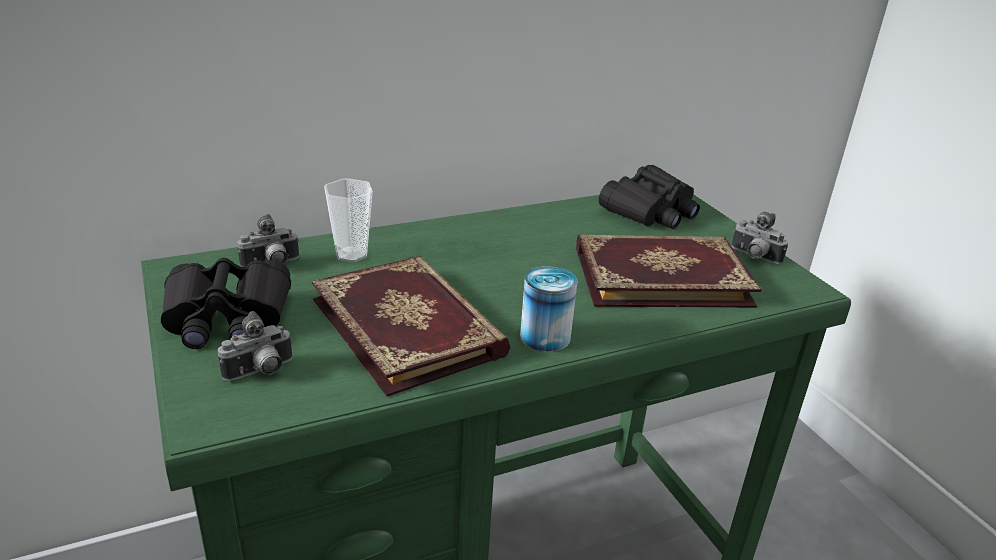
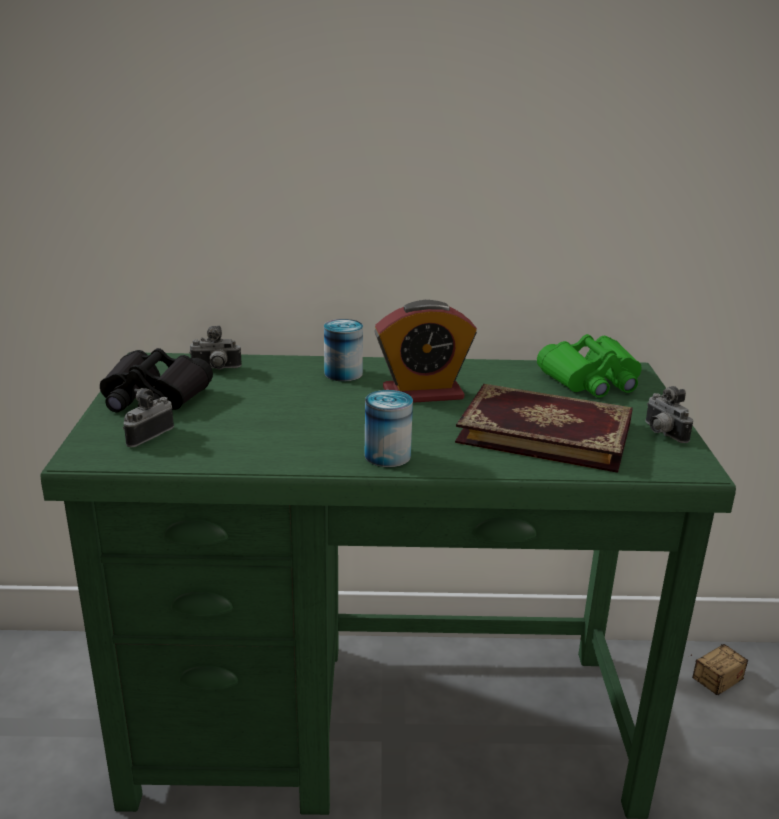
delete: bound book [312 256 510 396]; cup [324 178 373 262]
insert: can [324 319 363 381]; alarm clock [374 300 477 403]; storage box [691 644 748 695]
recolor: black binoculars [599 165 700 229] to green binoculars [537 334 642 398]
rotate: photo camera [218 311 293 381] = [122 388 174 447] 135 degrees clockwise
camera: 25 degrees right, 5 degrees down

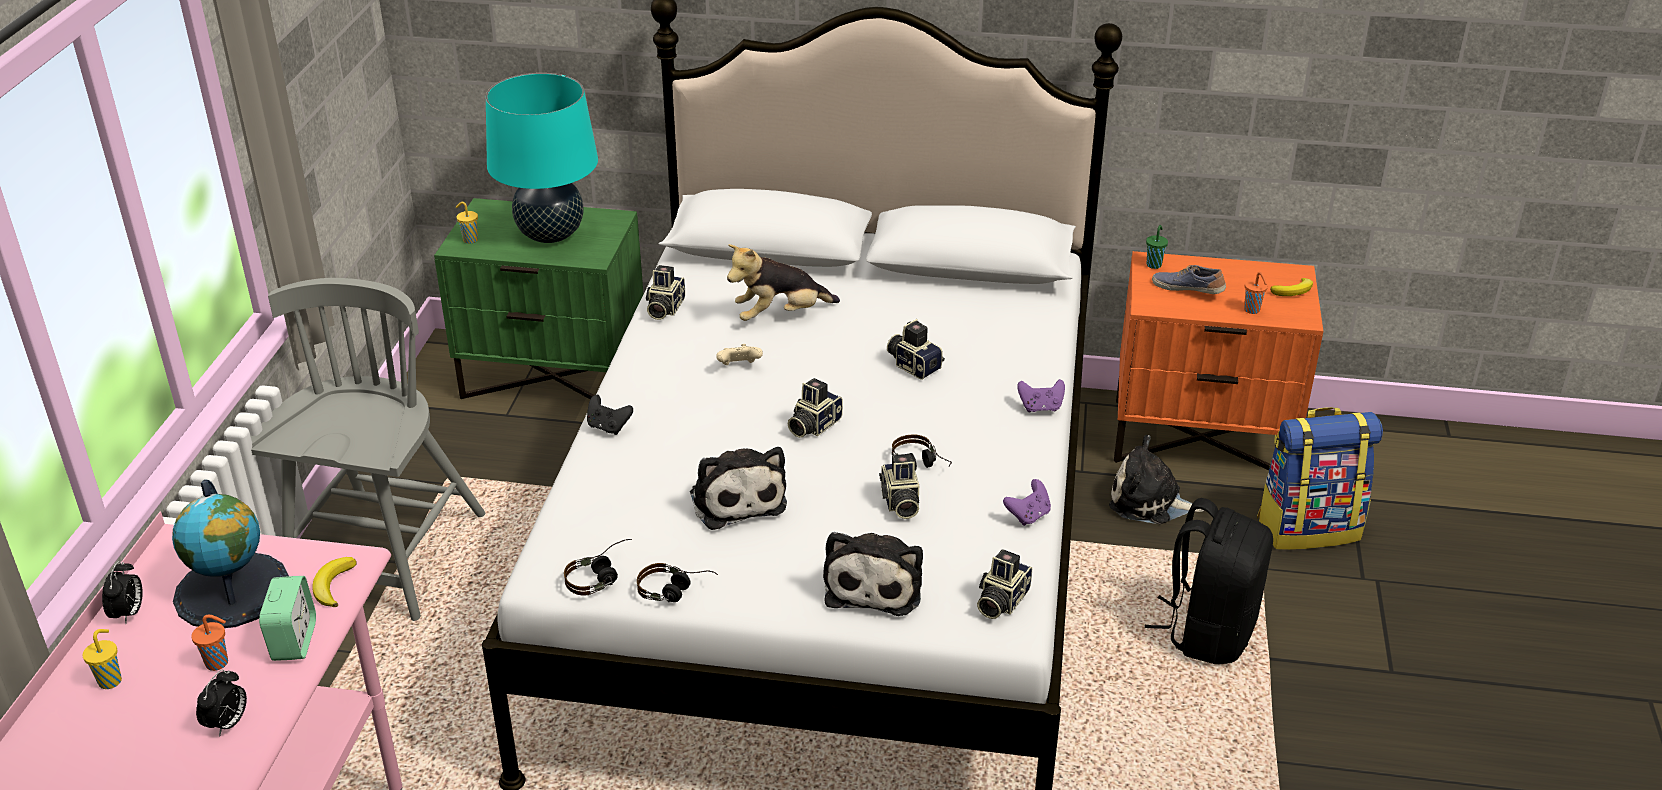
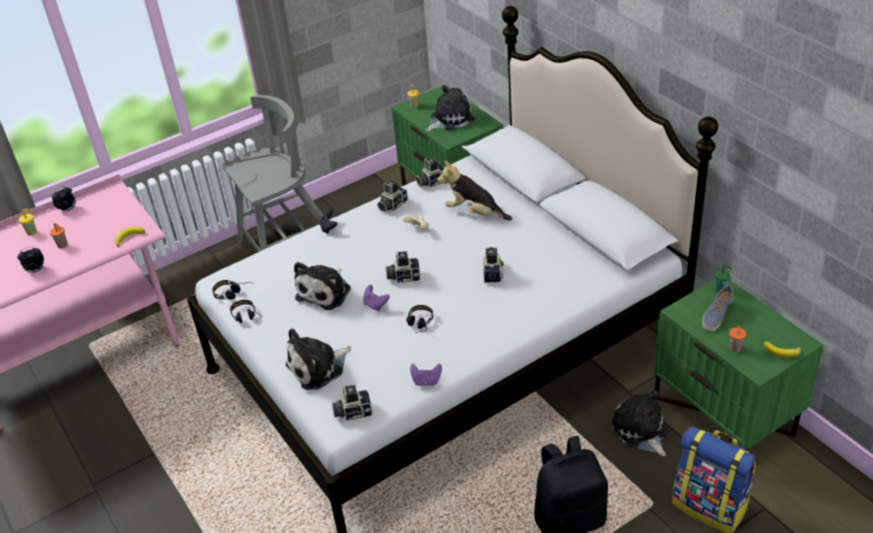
delete: desk globe [172 479 289 628]; alarm clock [259 576 316 661]
move: photo camera [879 454 919 519] to [377 180 408 212]; purplish game controller [1017 379 1065 412] to [363 285 390 311]
replace: blue-green tabletop lamp [486 73 598 243] to plush toy [426 85 474 131]
recolor: orangey bedside table [1114 251 1323 470] to green bedside table [654 279 823 452]
rotate: low shoe [1152 265 1226 294] = [702 285 734 332] 135 degrees counterclockwise
camera: 50 degrees right, 5 degrees up

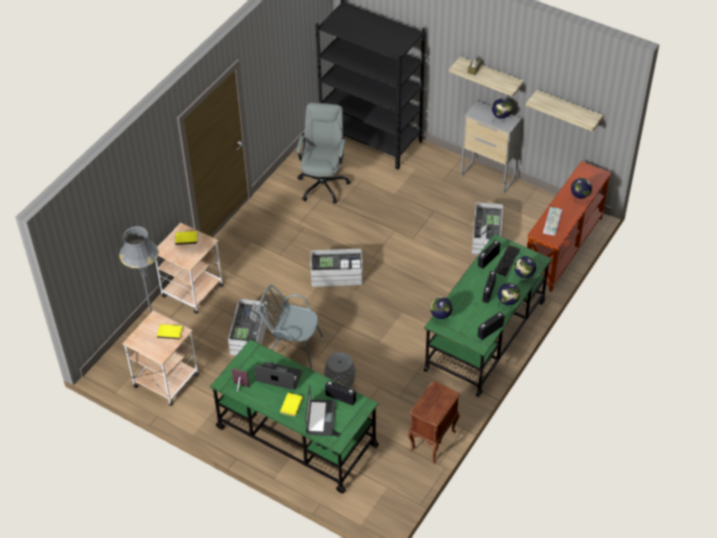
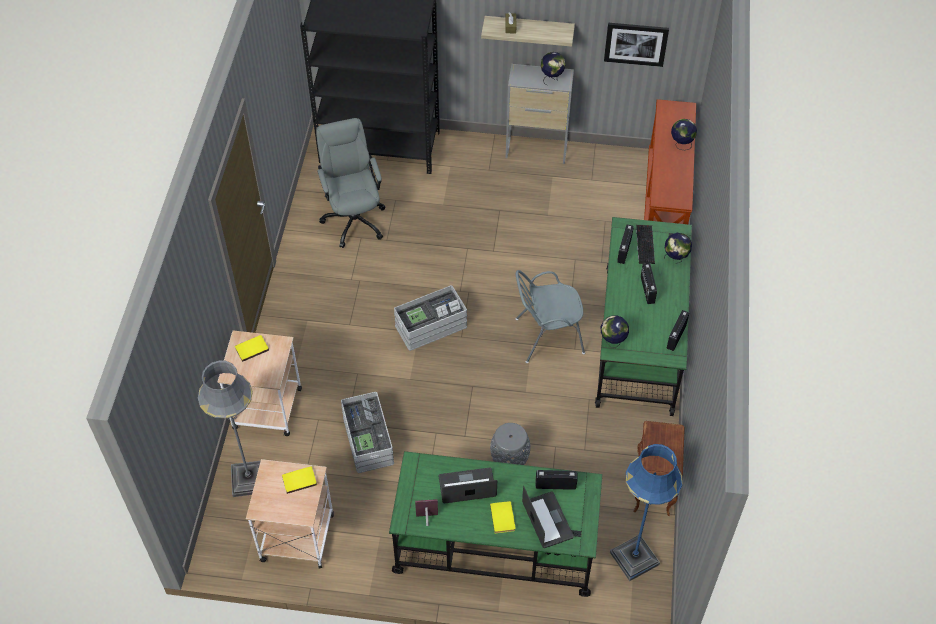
delete: grey storage box [472 202 503 255]; desk globe [498 283 520 309]; keyboard [543 207 563 236]
insert: blue-coloured floor lamp [610 444 682 581]
move: grey upright chair [258 285 324 370] to [515 270 585 363]
replace: shelf [526 90 604 132] to wall picture [604 23 669 67]
camera: 25 degrees left, 5 degrees up

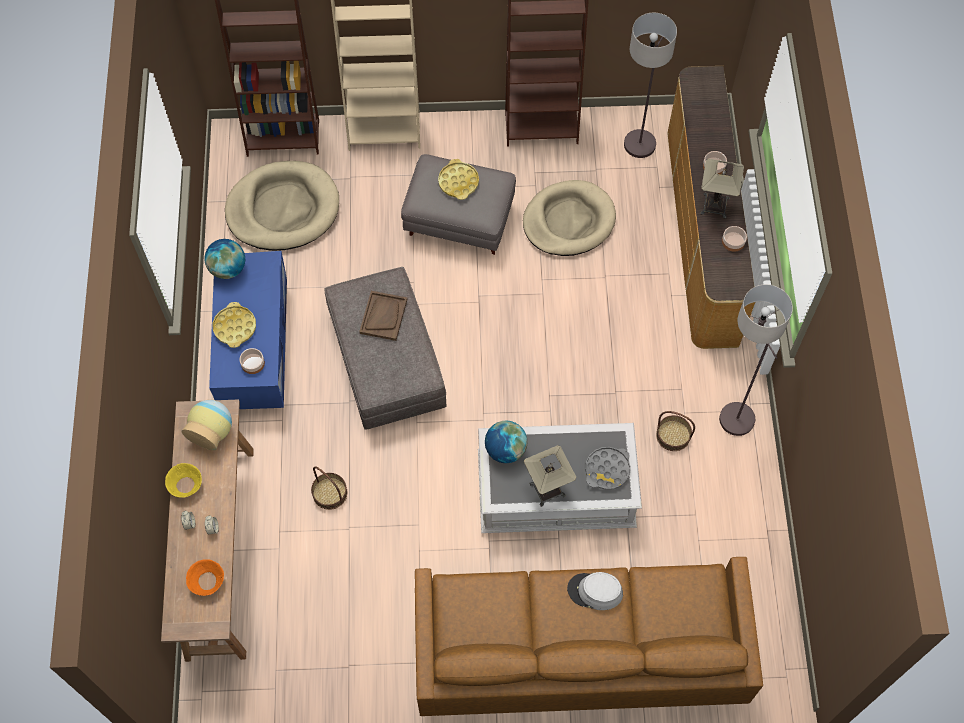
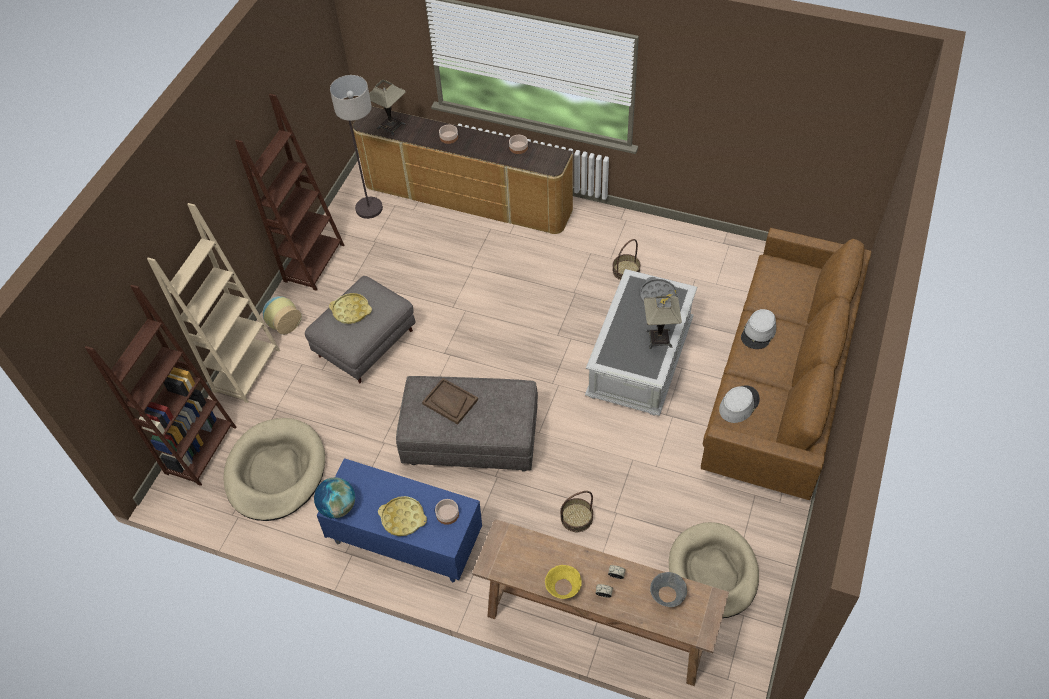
delete: desk globe [485 421 527 463]; grey floor lamp [719 284 793 436]
insert: grey wearable hat [719 386 760 423]
move: vase [181 400 232 451] to [263 296 302 335]; beige-coloured dog cushion [523 180 616 256] to [669 522 759 618]; tabletop lamp [700 159 744 219] to [369 80 406 136]
recolor: orangey serving bowl [186 559 224 596] to grey serving bowl [650 572 687 607]
camera: 65 degrees left, 10 degrees down

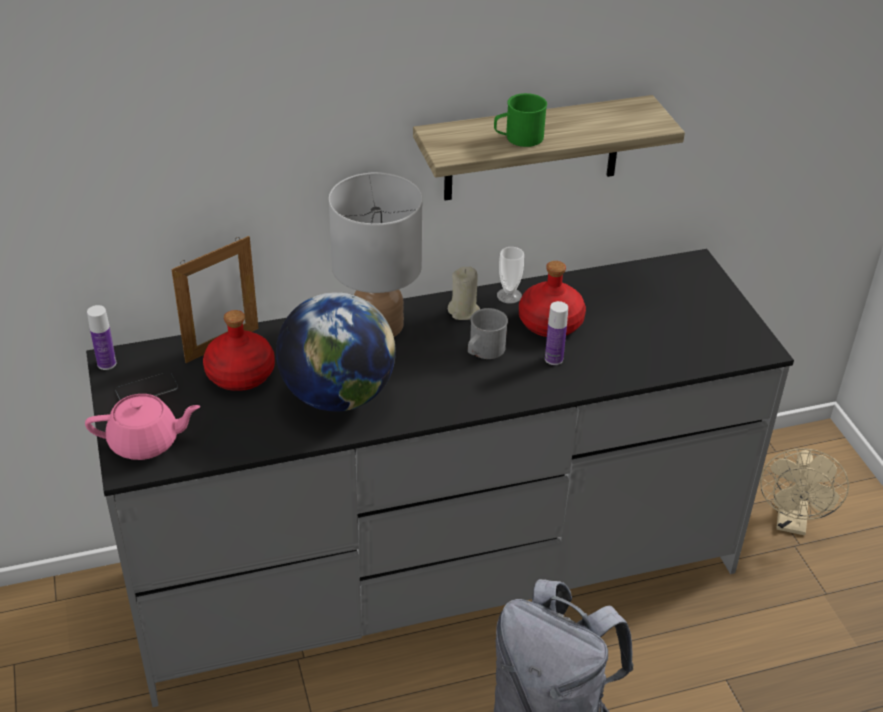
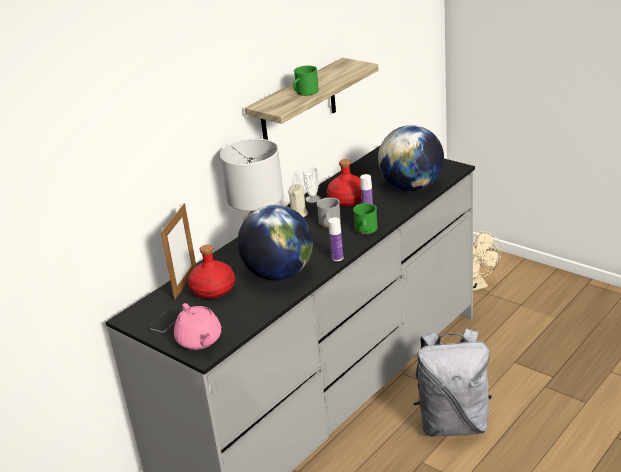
insert: green mug [353 203 377 234]; desk globe [378 125 444 191]
move: beverage bottle [87 305 116 370] to [328 217 343 261]
rotate: pink teapot [85 394 201 460] = [174 303 221 350] 105 degrees clockwise
camera: 30 degrees left, 10 degrees down

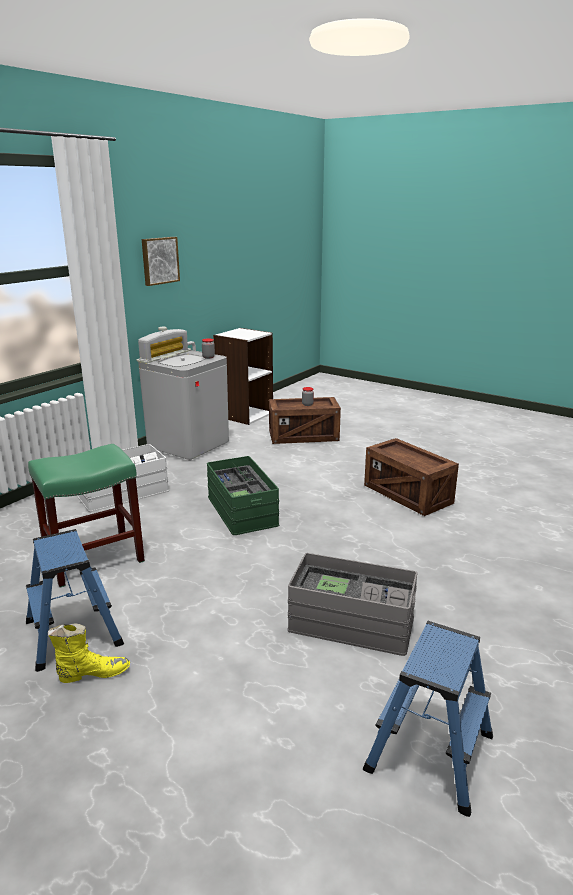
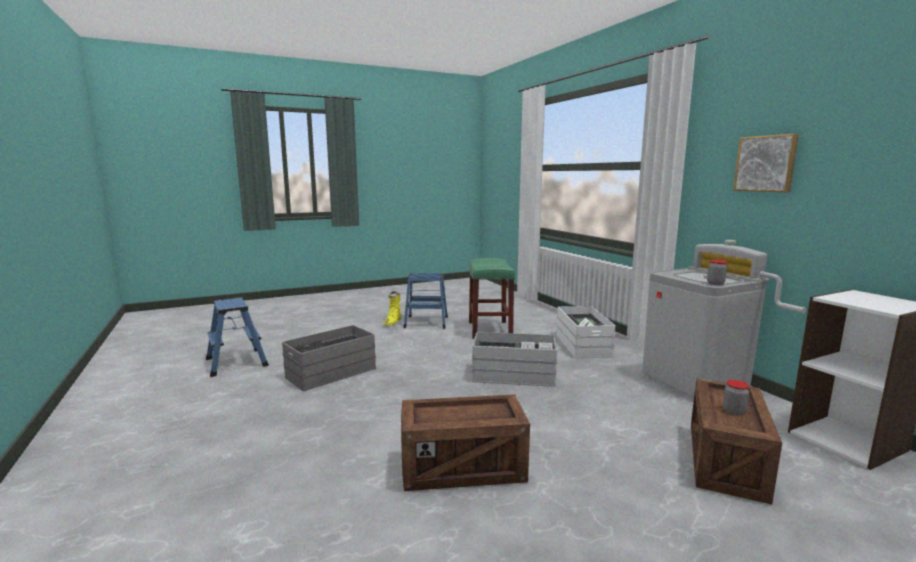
recolor: green storage box [207 456 279 535] to grey storage box [472 332 557 387]
camera: 120 degrees right, 10 degrees down

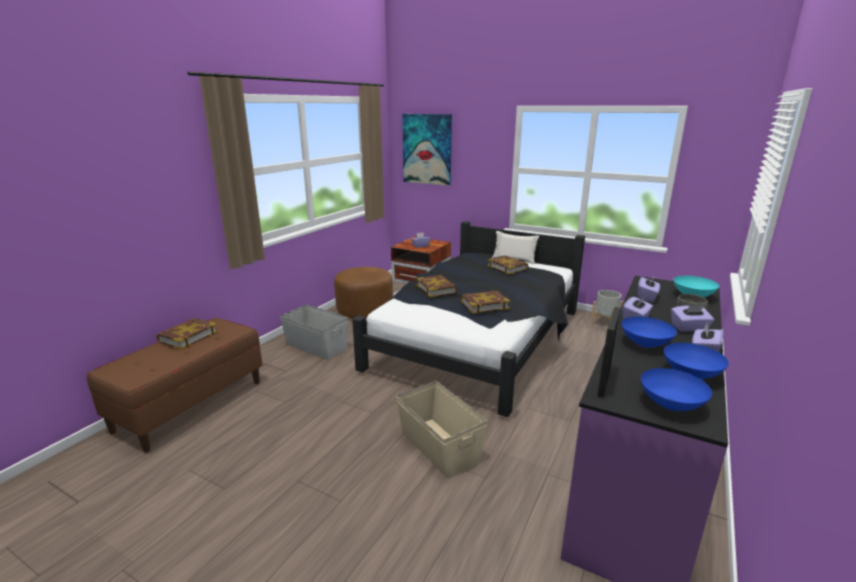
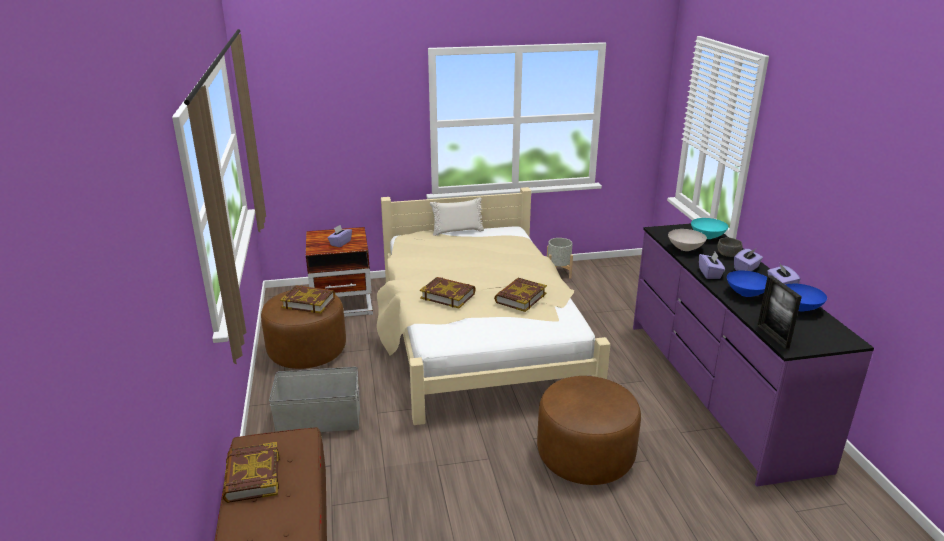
delete: wall picture [402 114 452 186]; blue-coloured serving bowl [641 368 712 411]
move: bound book [487 256 528 275] to [280 285 335 313]
replace: beige-coloured storage box [396 381 487 479] to brownish footrest [537 376 641 485]; purplish tissue holder [638 277 660 302] to white-coloured serving bowl [668 229 707 251]
recolor: black bed [352 221 585 417] to beige-coloured bed [377 187 611 425]
camera: 40 degrees left, 5 degrees up

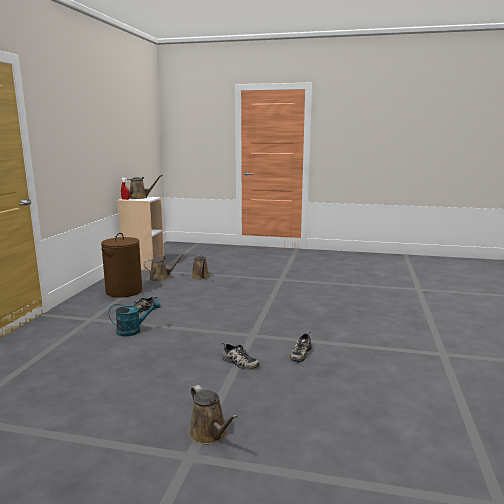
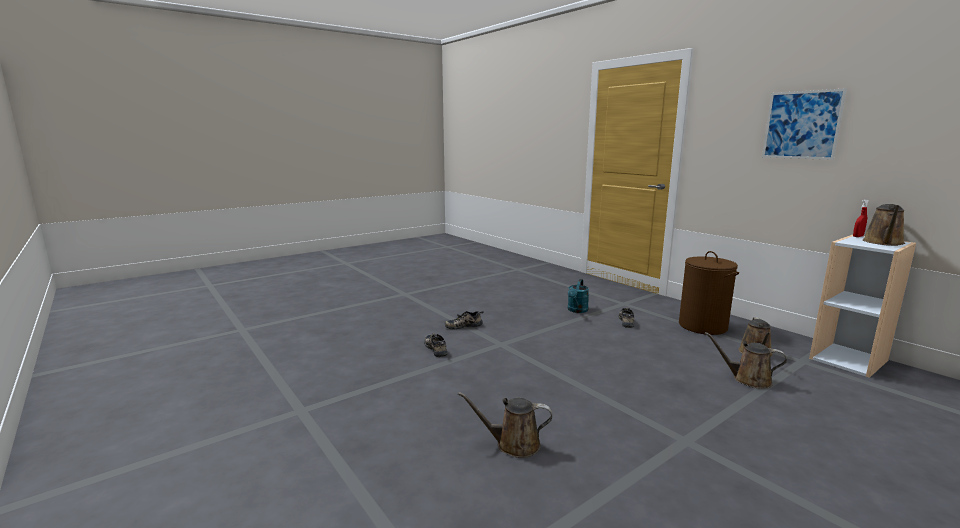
insert: wall picture [762 88 847 160]
move: brownish sprinkling can [189 385 238 444] to [458 392 552 458]
camera: 130 degrees right, 0 degrees up

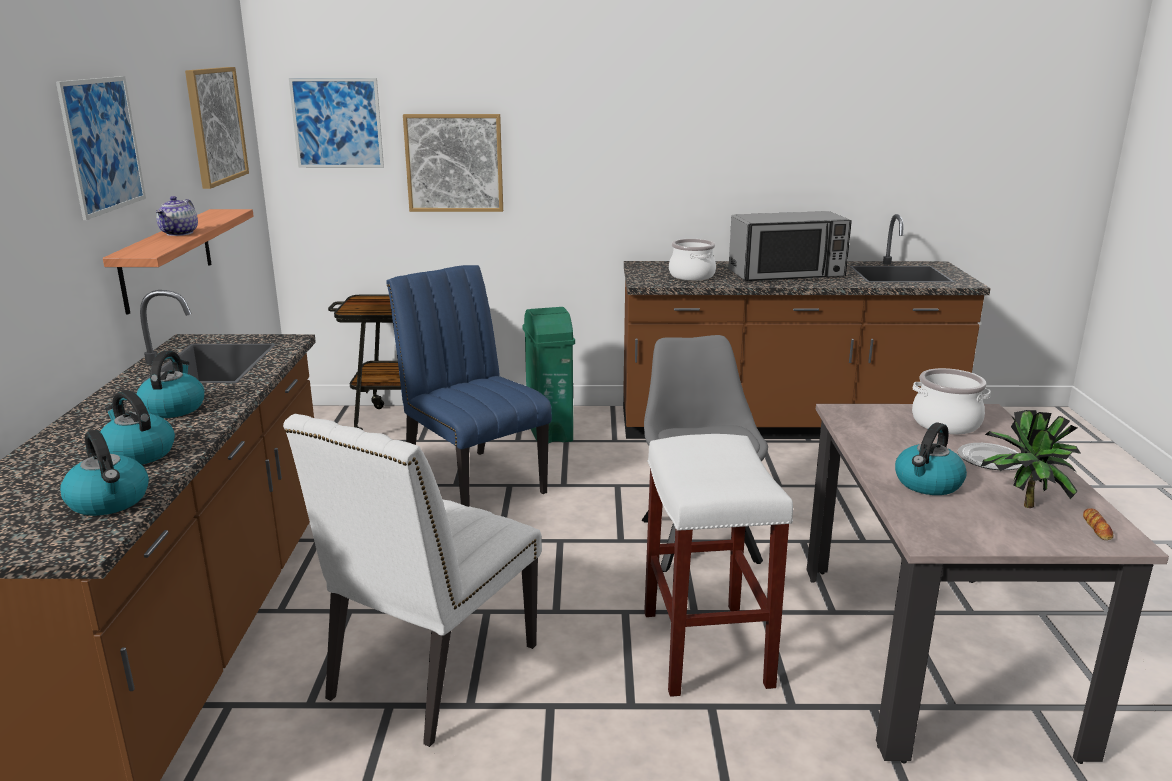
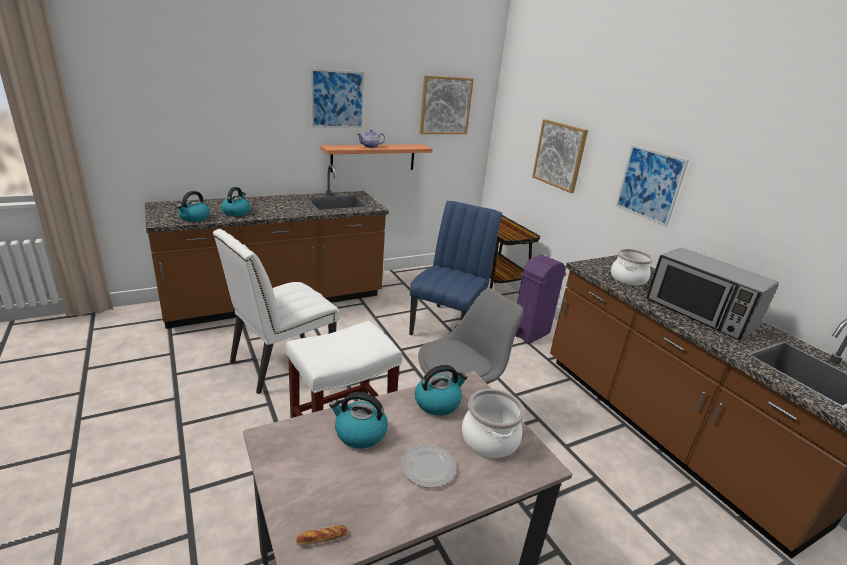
delete: potted plant [981 410 1081 508]
move: tea kettle [136 351 205 418] to [415 365 467 416]; wall picture [289 78 384 168] to [616 145 689 227]
recolor: green rubbish bin [522 307 575 444] to purplish rubbish bin [515 255 566 344]
rotate: white-coloured upright chair [283 414 542 747] = [213 229 339 394] 45 degrees counterclockwise
camera: 60 degrees right, 5 degrees up

